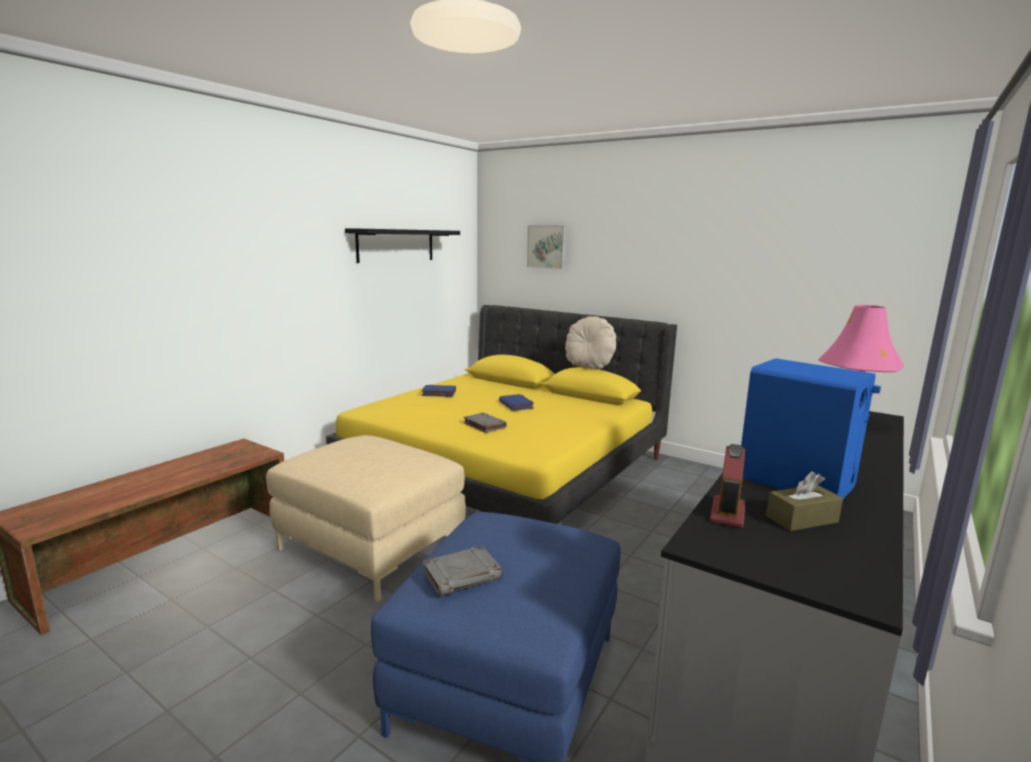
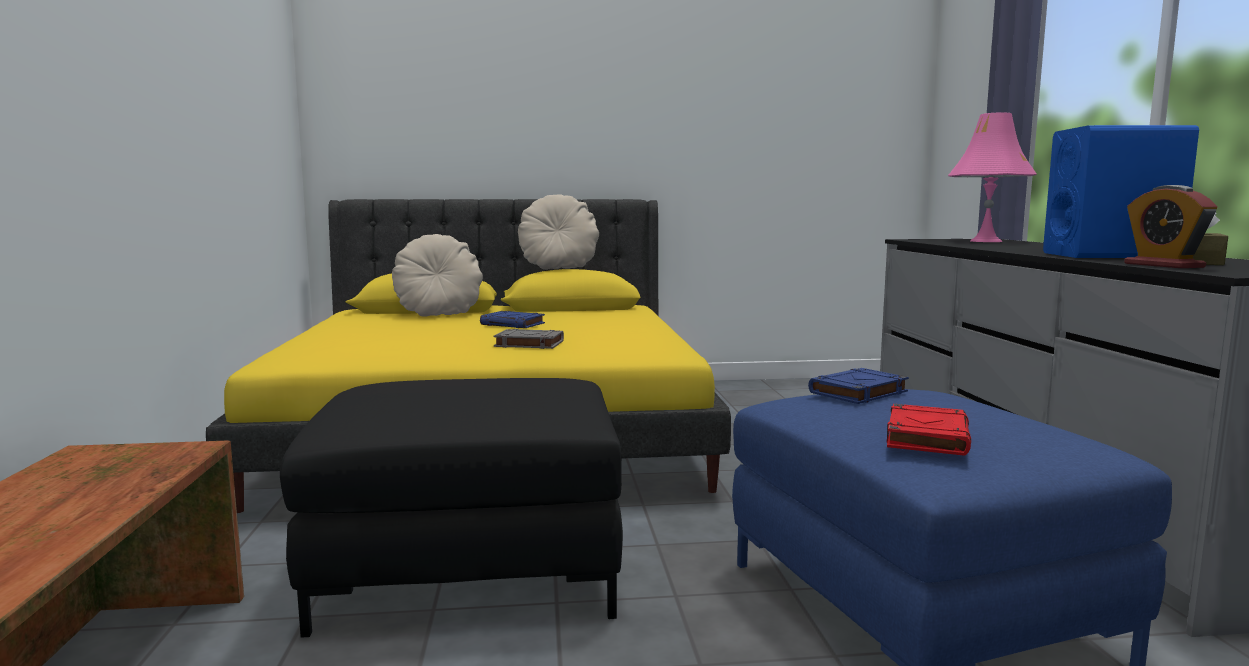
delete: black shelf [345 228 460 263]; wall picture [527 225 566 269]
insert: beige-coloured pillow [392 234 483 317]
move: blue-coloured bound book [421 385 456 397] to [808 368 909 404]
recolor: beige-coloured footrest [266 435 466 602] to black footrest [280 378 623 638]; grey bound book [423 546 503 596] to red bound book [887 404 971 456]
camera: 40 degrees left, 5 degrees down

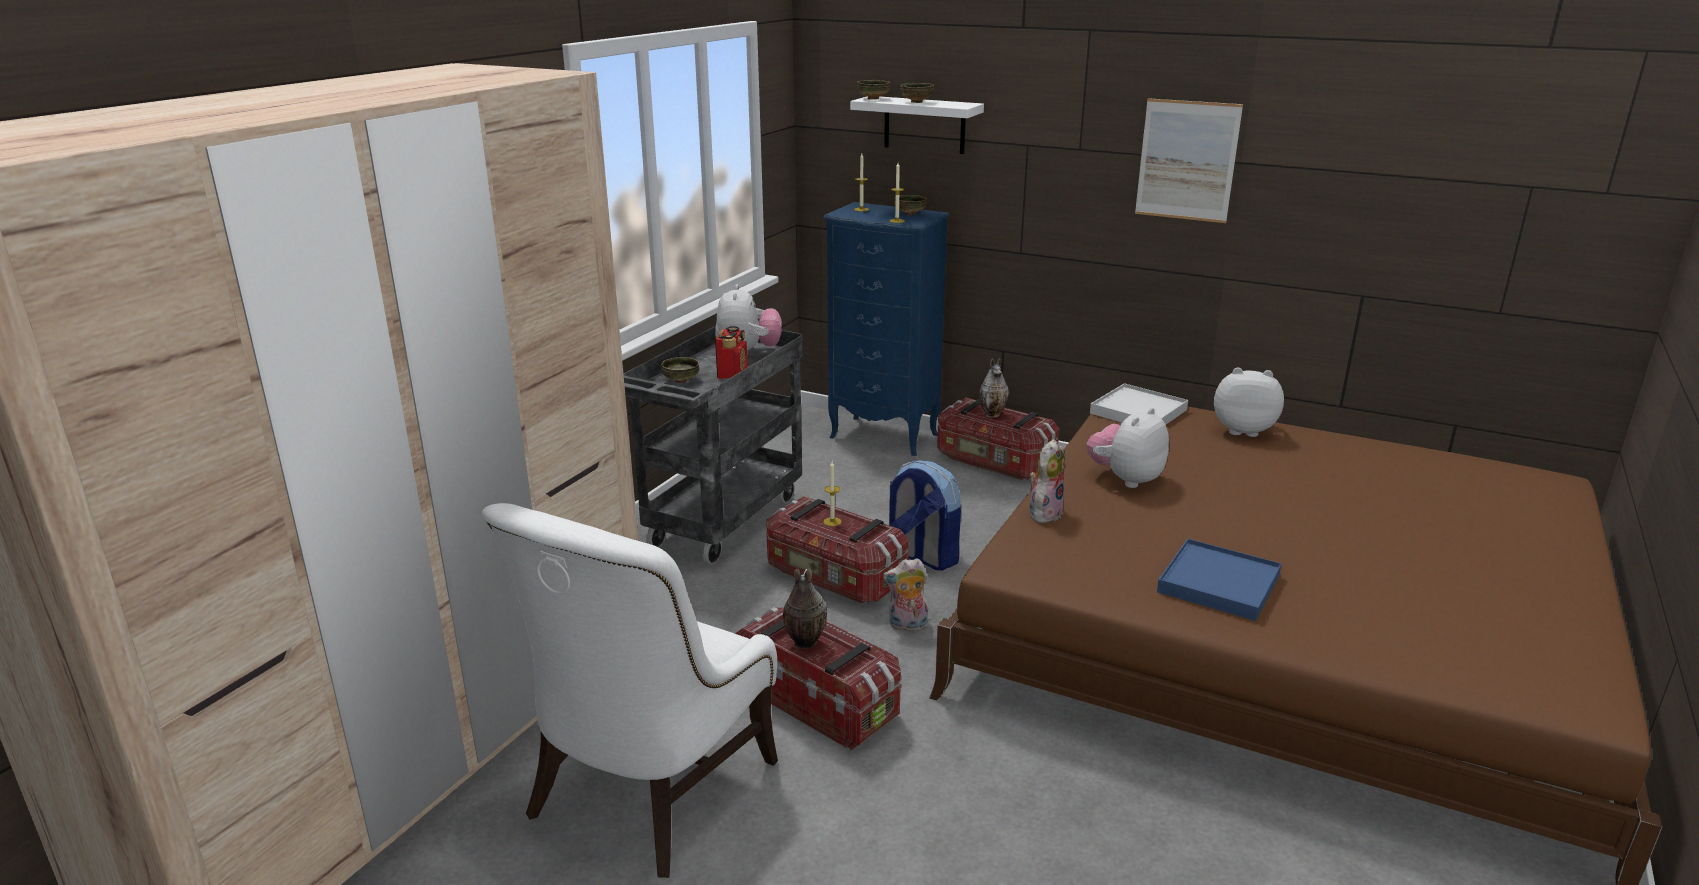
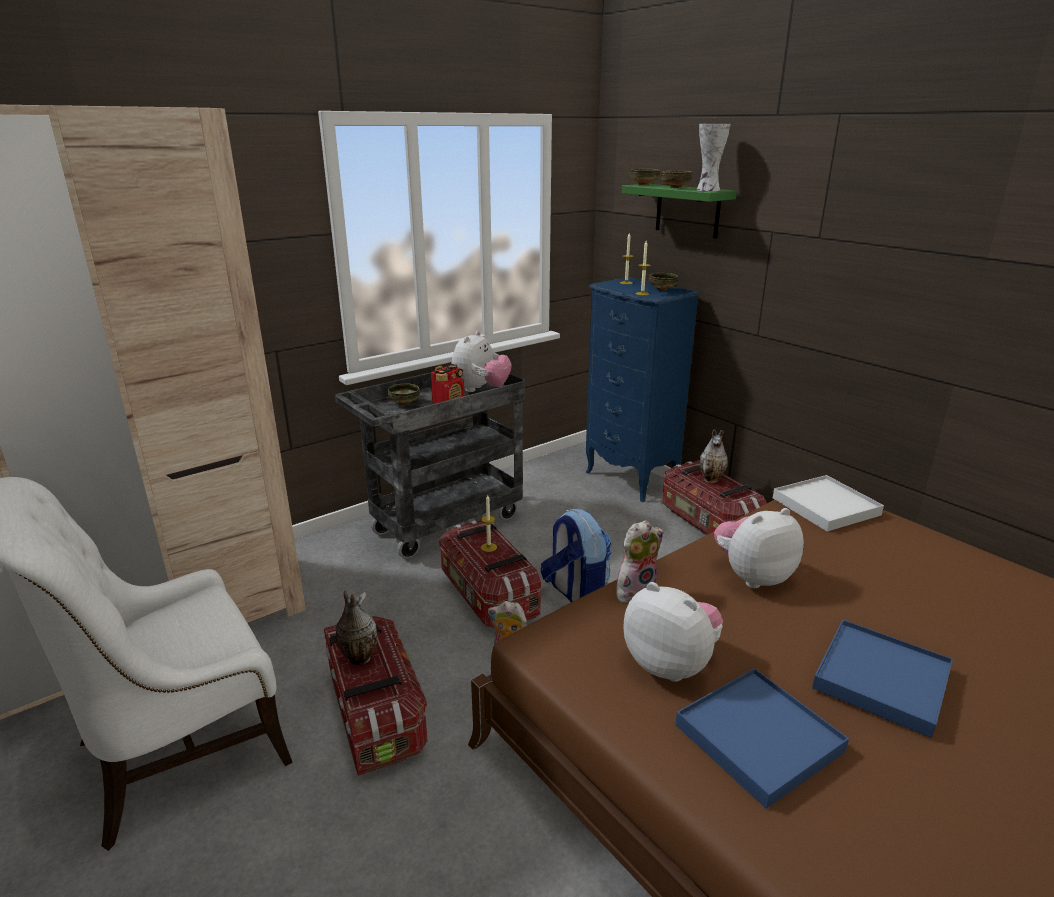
delete: wall picture [1135 98 1243 223]
insert: vase [696 124 731 191]; blue-coloured tray [812 620 953 738]
move: plush toy [1214 368 1284 437] to [623 582 723 682]
recolor: white-coloured shelf [850 96 984 154] to green shelf [622 184 737 239]
camera: 25 degrees right, 0 degrees up

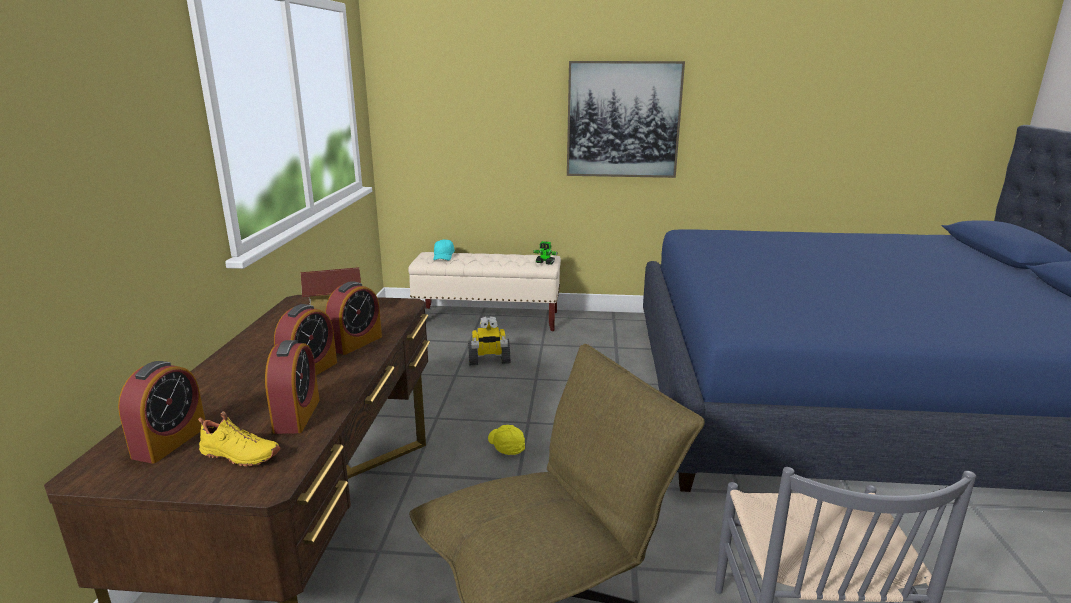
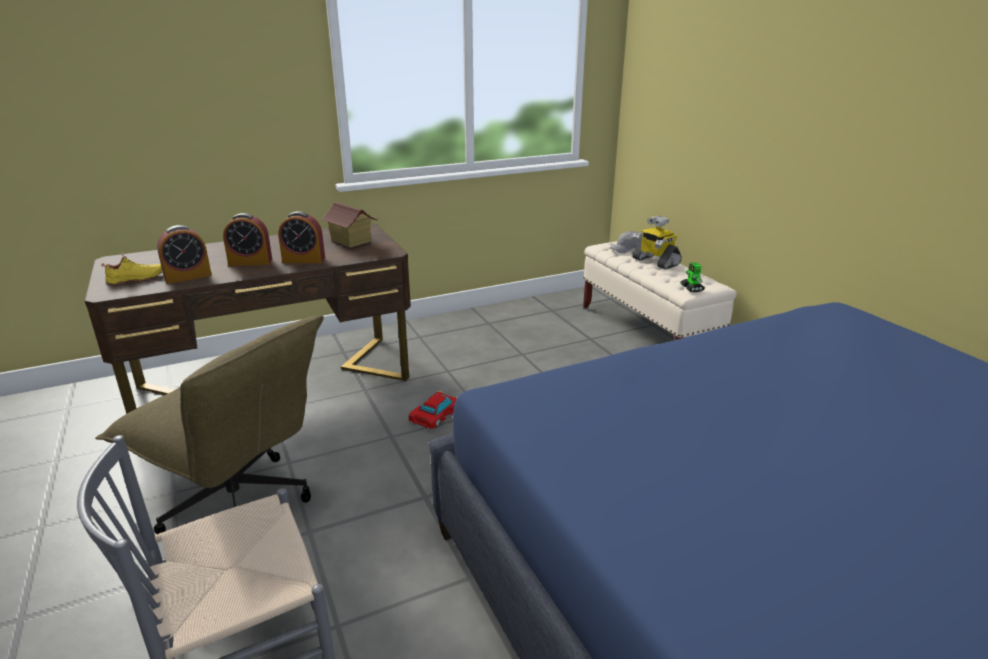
delete: alarm clock [118 361 205 464]; wall picture [567 61 685 178]
move: robot figure [468 316 511 365] to [632 216 682 269]
replace: yellow-coloured peaked cap [488 425 525 455] to model car [408 391 457 430]
recolor: blue-green peaked cap [433 239 455 261] to grey peaked cap [610 231 643 254]
rotate: yellow-coloured low shoe [198 411 281 466] = [101 253 162 284] 105 degrees counterclockwise
camera: 60 degrees right, 5 degrees up

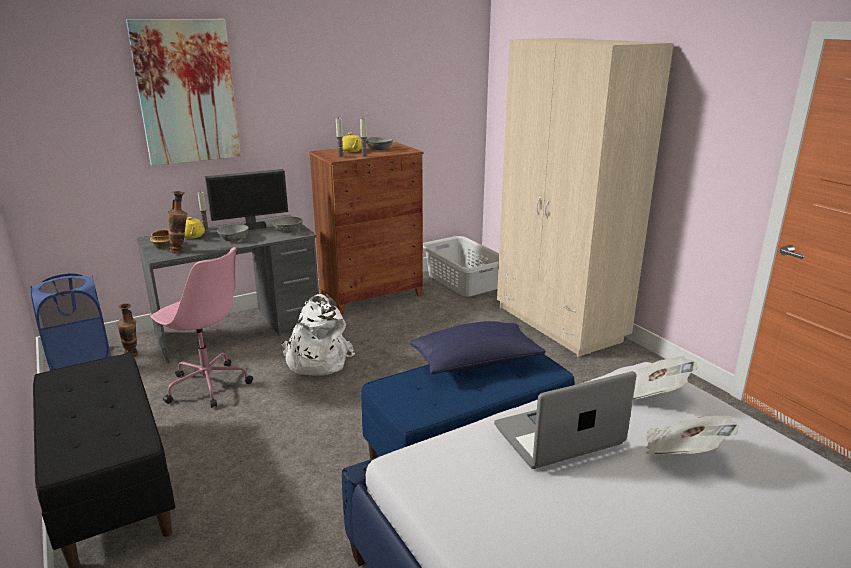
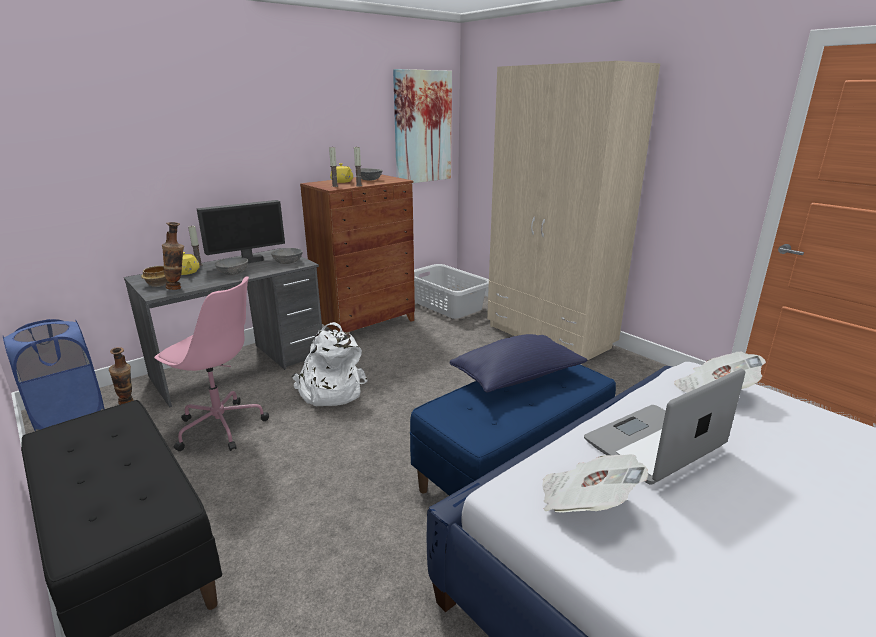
move: wall picture [126 19 241 166] to [393 69 452 183]; daily paper [646 416 739 455] to [542 454 648 512]
camera: 10 degrees left, 0 degrees up

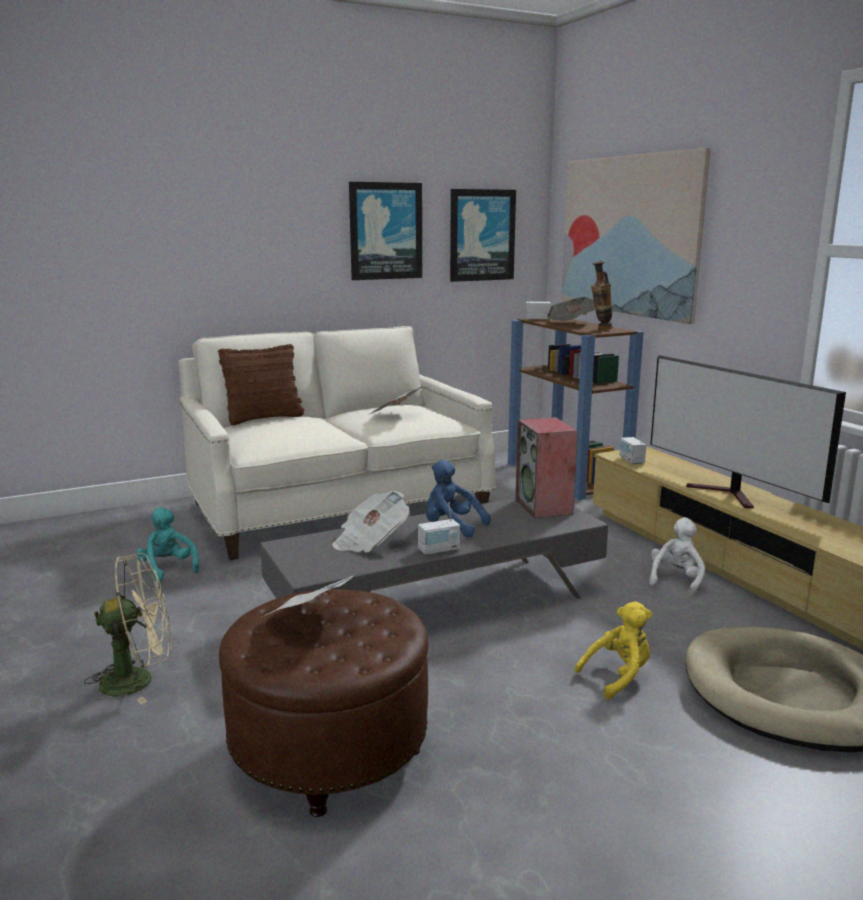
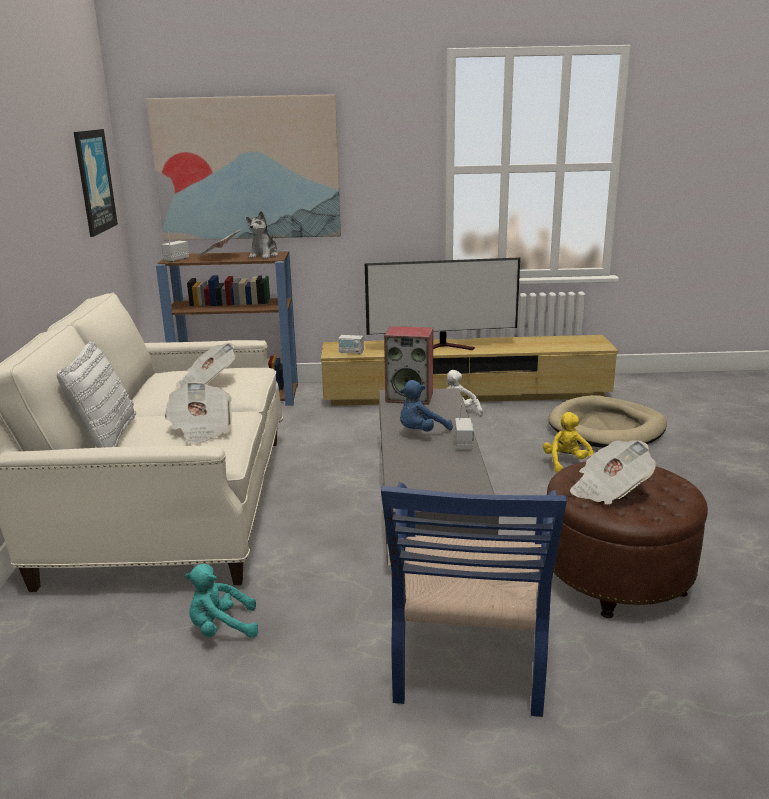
delete: wall picture [349 182 422 280]
move: daily paper [332 491 410 553] to [164 381 232 445]
replace: beige-coloured fan [84 553 171 704] to blue-coloured easy chair [381 482 567 717]; vase [591 261 613 330] to plush toy [246 211 279 259]
recolor: brownish pillow [218 344 304 425] to white-coloured pillow [57 342 136 448]
camera: 65 degrees left, 5 degrees up

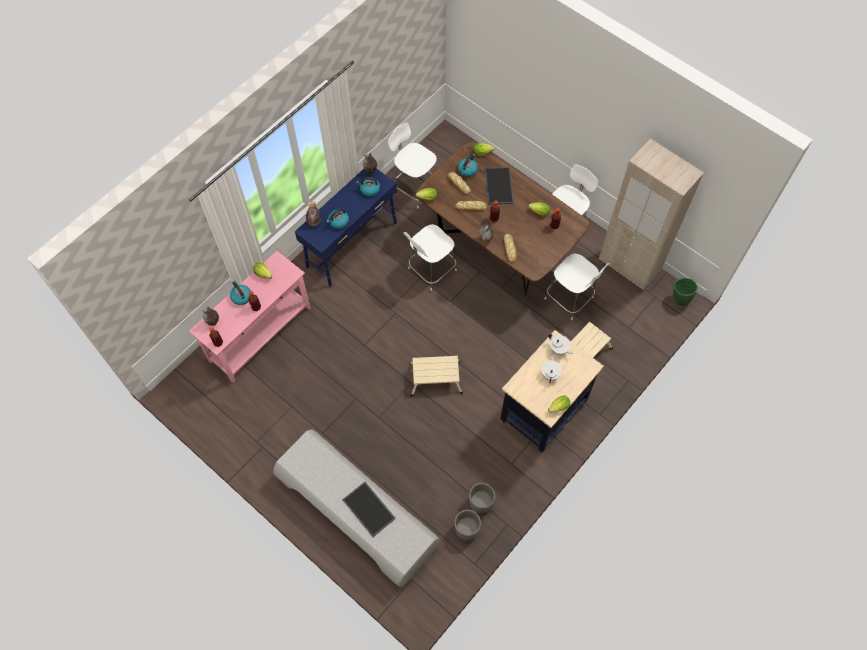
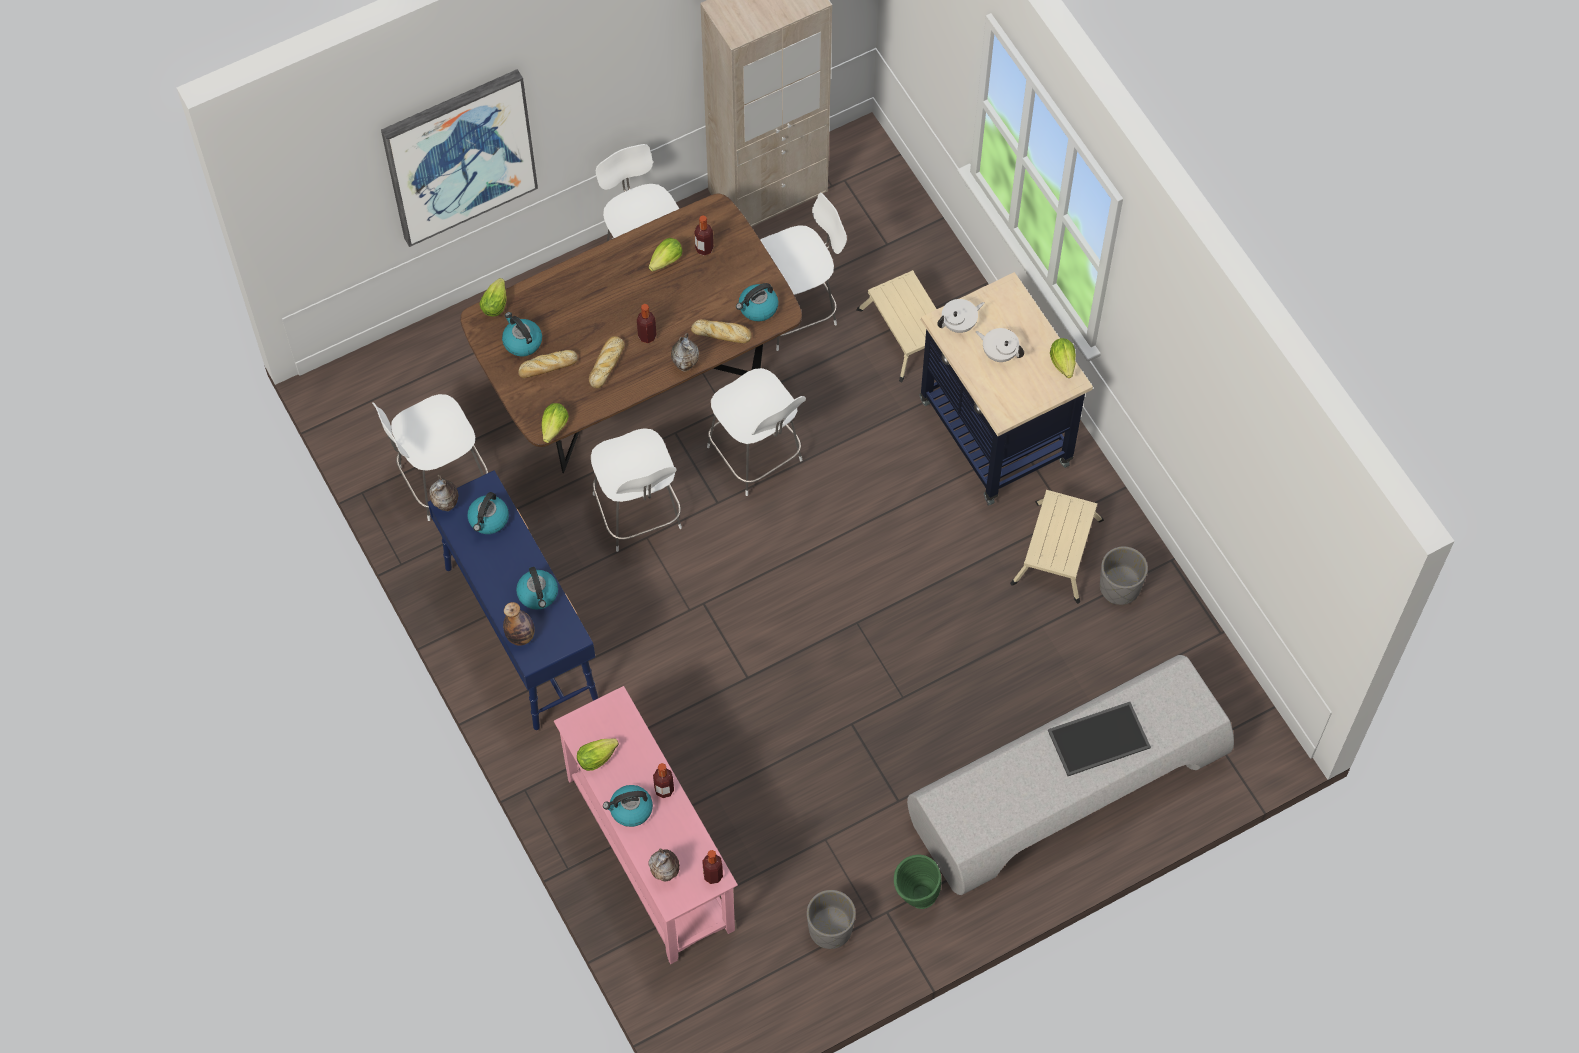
delete: tray [485 167 514 205]
insert: wall picture [381 69 538 247]; white-coloured upright chair [707 368 806 496]; tea kettle [736 283 778 322]
move: beige-coloured stepladder [409 356 463 397] to [1010 490 1104 604]; grey flower pot [455 510 481 541] to [807 890 856 949]; green vase [673 278 698 307] to [894 855 941 909]
camera: 70 degrees left, 0 degrees up

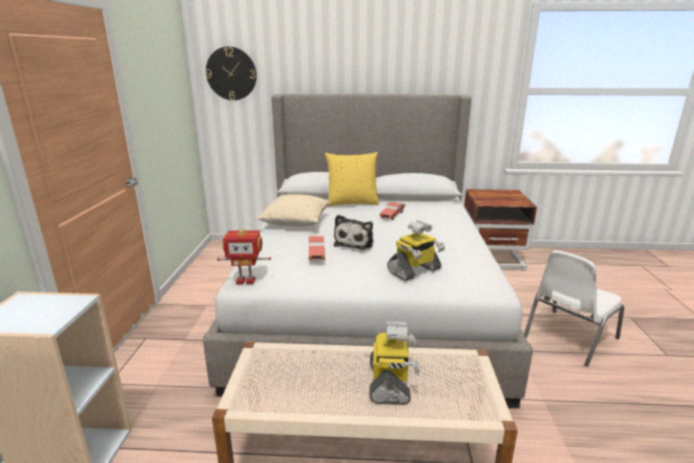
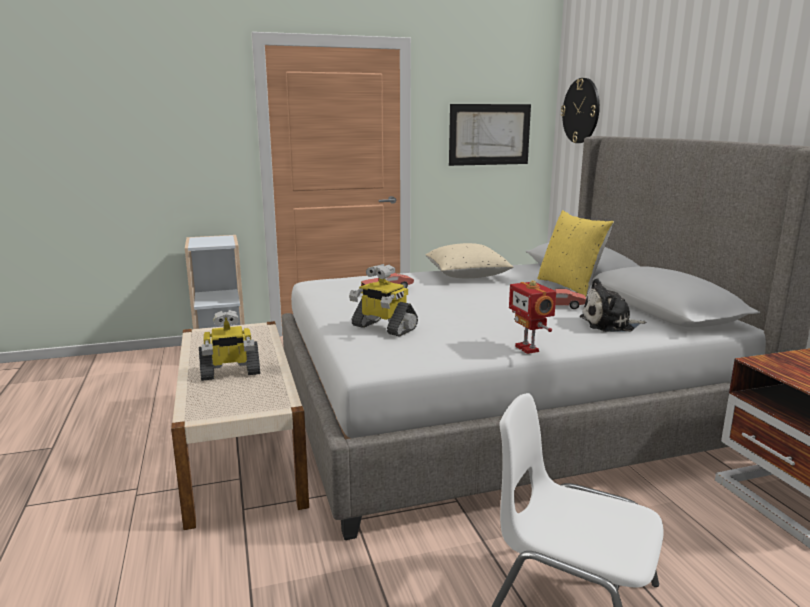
insert: wall picture [449 104 531 166]
move: robot figure [217 229 271 284] to [509 280 556 354]; plush toy [334 215 374 250] to [580 278 646 332]
camera: 70 degrees right, 5 degrees down

